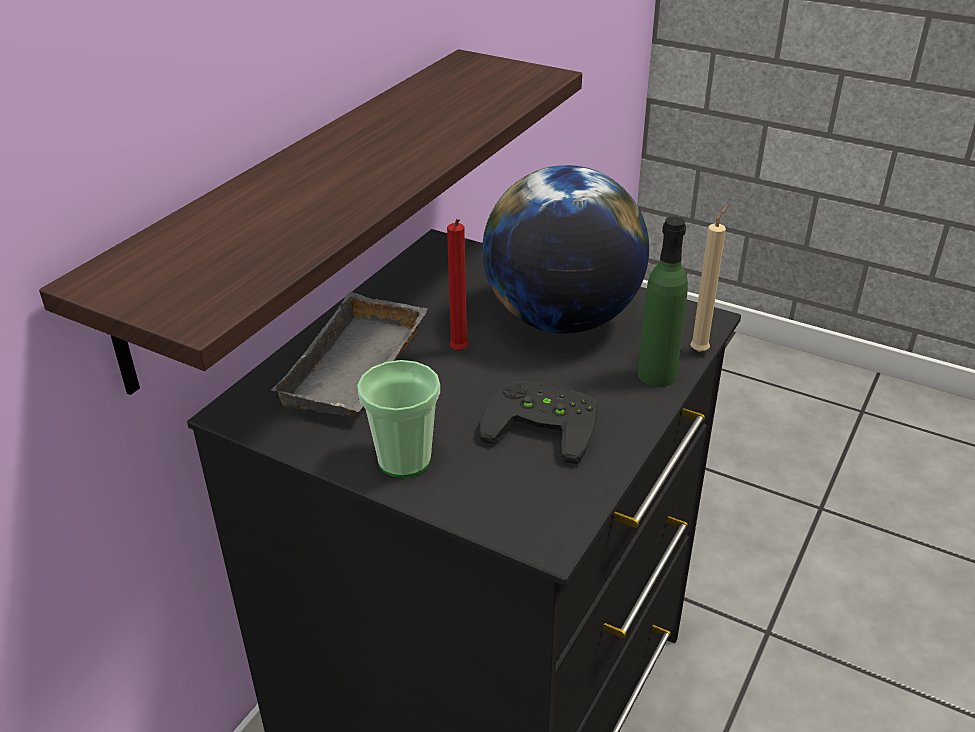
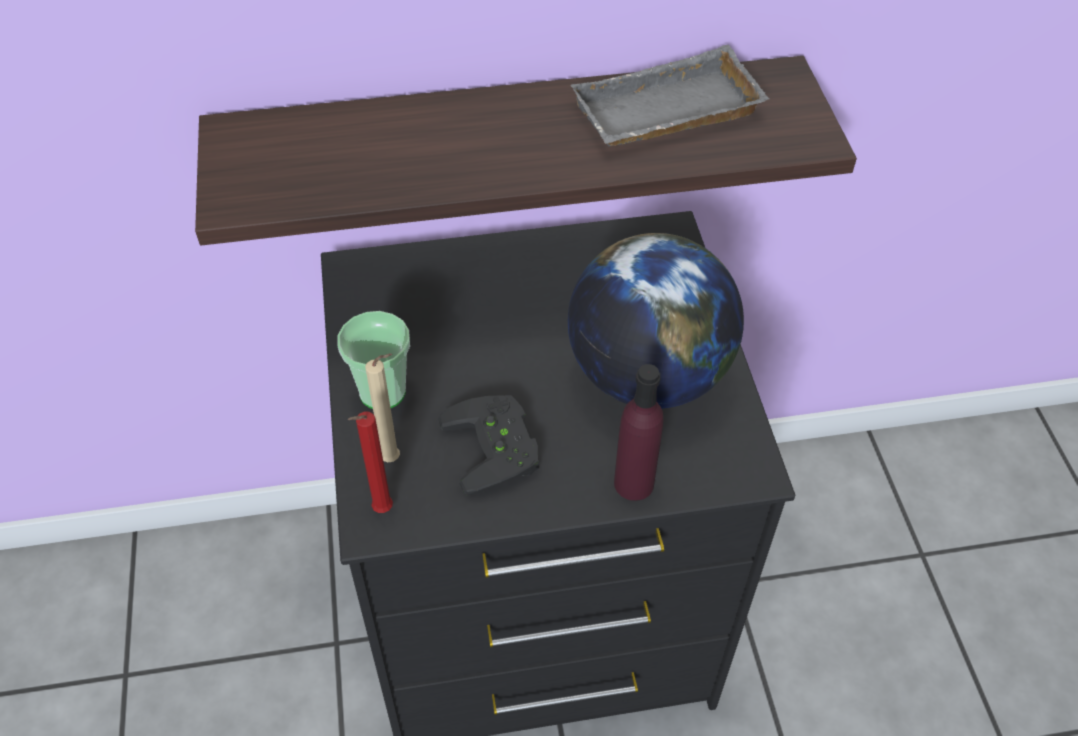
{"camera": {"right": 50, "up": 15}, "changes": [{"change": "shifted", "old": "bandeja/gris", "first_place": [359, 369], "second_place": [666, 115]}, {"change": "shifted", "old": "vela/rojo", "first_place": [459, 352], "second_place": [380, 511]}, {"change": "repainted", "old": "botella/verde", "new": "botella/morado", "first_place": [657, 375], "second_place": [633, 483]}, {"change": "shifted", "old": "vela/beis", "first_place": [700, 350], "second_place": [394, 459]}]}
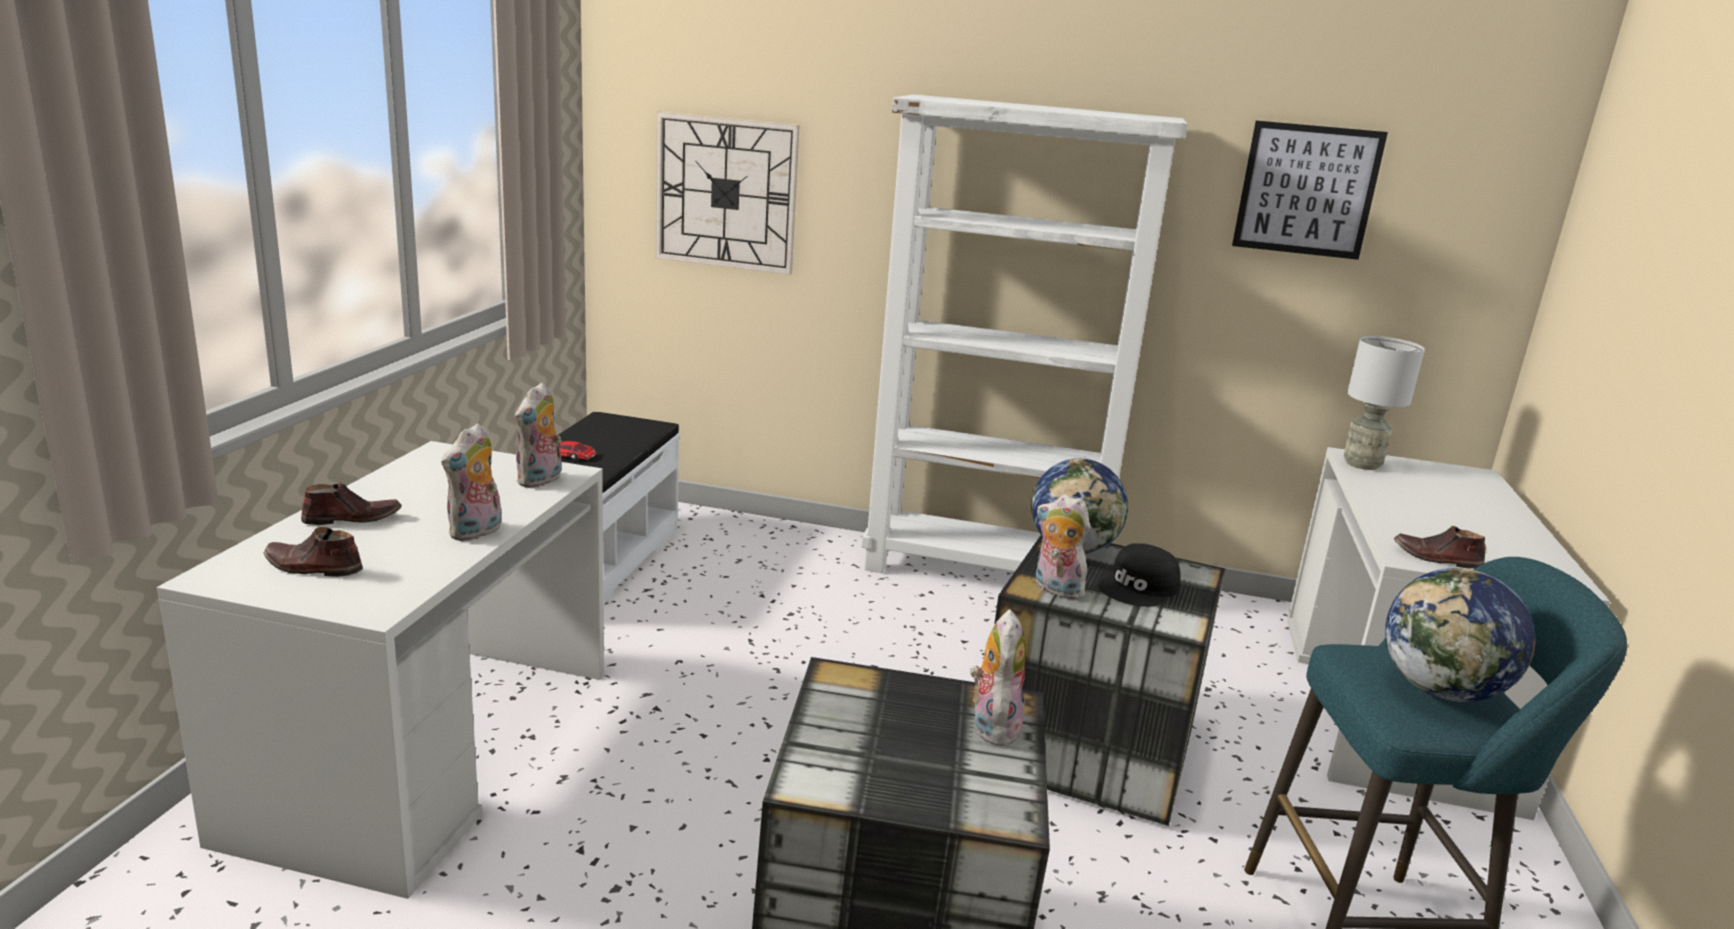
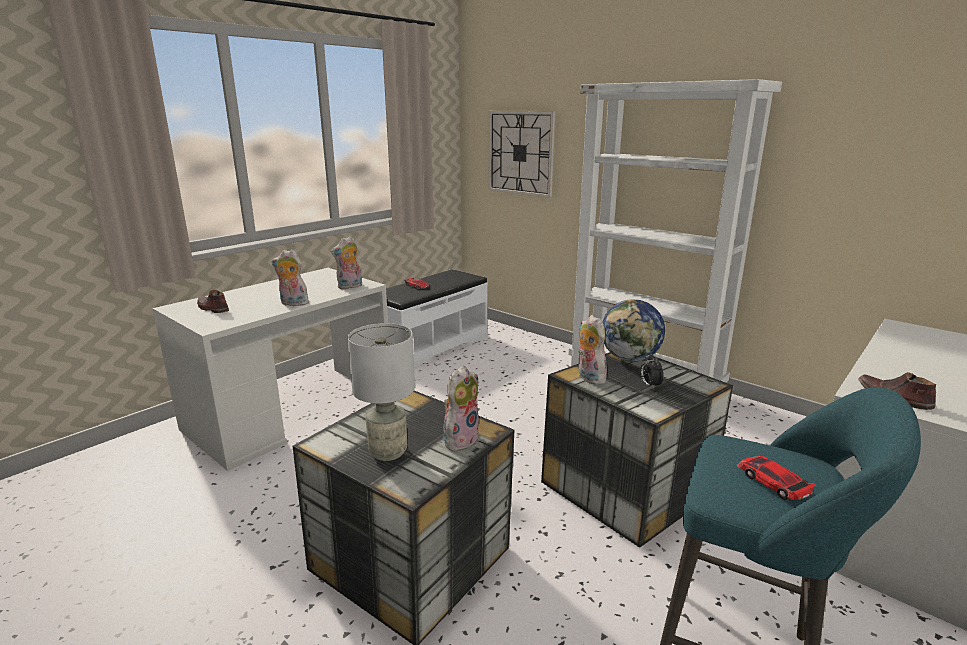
{"camera": {"right": 30, "up": 0}, "changes": [{"change": "gone", "old": "zapato/marrón", "first_place": [352, 518]}, {"change": "rotated", "old": "peluche", "first_place": [476, 532], "second_place": [292, 304], "degrees": 45}, {"change": "swapped", "old": "gorra/negro", "new": "despertador", "first_place": [1140, 588], "second_place": [649, 385]}, {"change": "gone", "old": "cuadro", "first_place": [1307, 190]}, {"change": "shifted", "old": "lámpara de mesa/gris", "first_place": [1362, 464], "second_place": [389, 452]}, {"change": "swapped", "old": "globo terráqueo", "new": "coche de juguete", "first_place": [1442, 691], "second_place": [772, 482]}]}
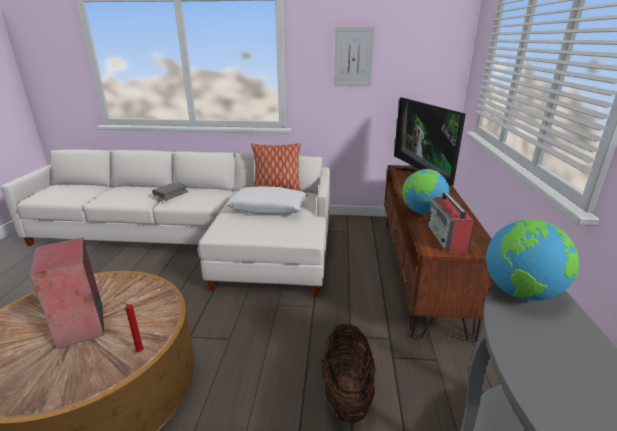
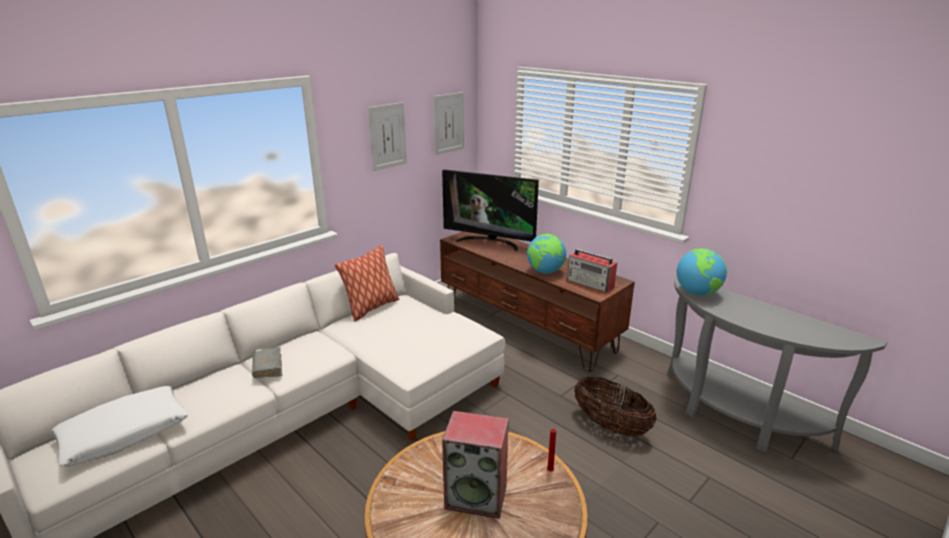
{"camera": {"right": -50, "up": 0}, "changes": [{"change": "shifted", "old": "cojín/blanco", "first_place": [268, 208], "second_place": [124, 434]}, {"change": "new", "new": "cuadro", "second_place": [449, 123]}]}
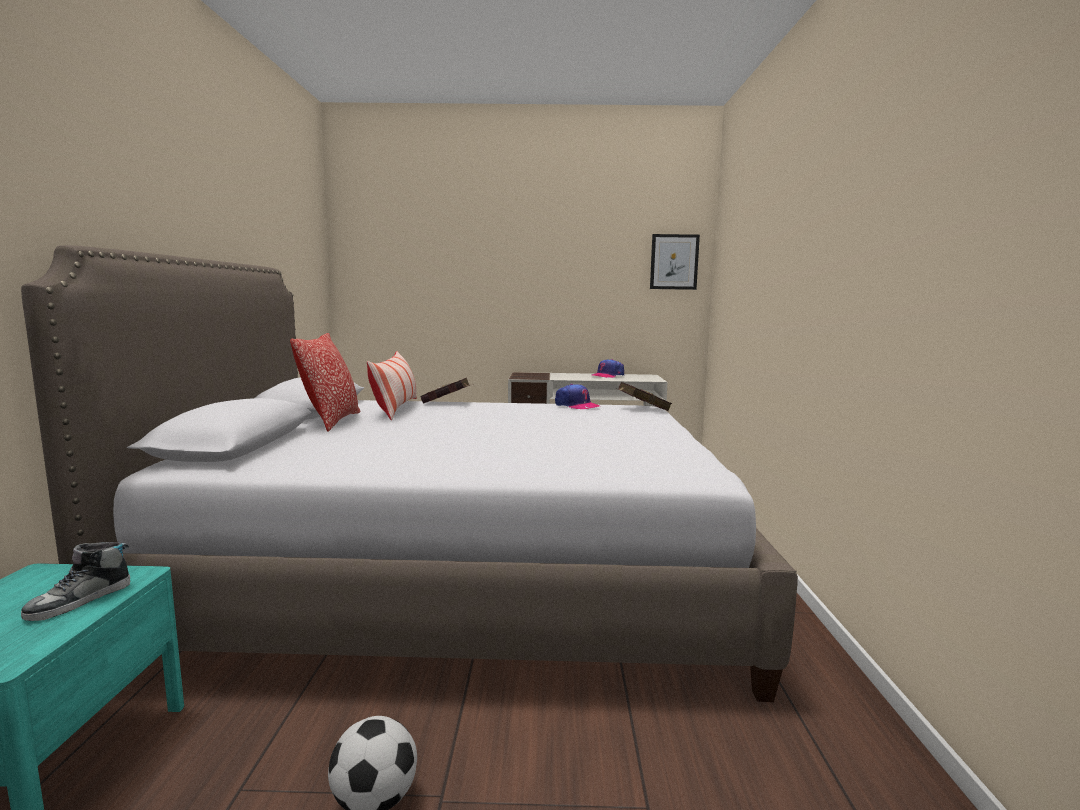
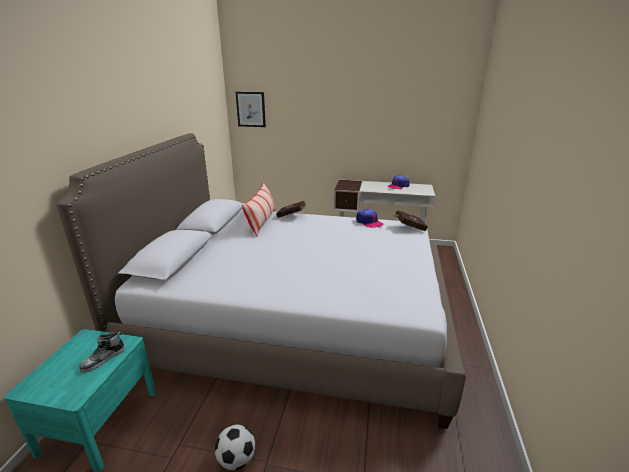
{"camera": {"right": 10, "up": 15}, "changes": [{"change": "gone", "old": "cojín", "first_place": [331, 421]}, {"change": "shifted", "old": "cuadro", "first_place": [674, 262], "second_place": [251, 109]}]}
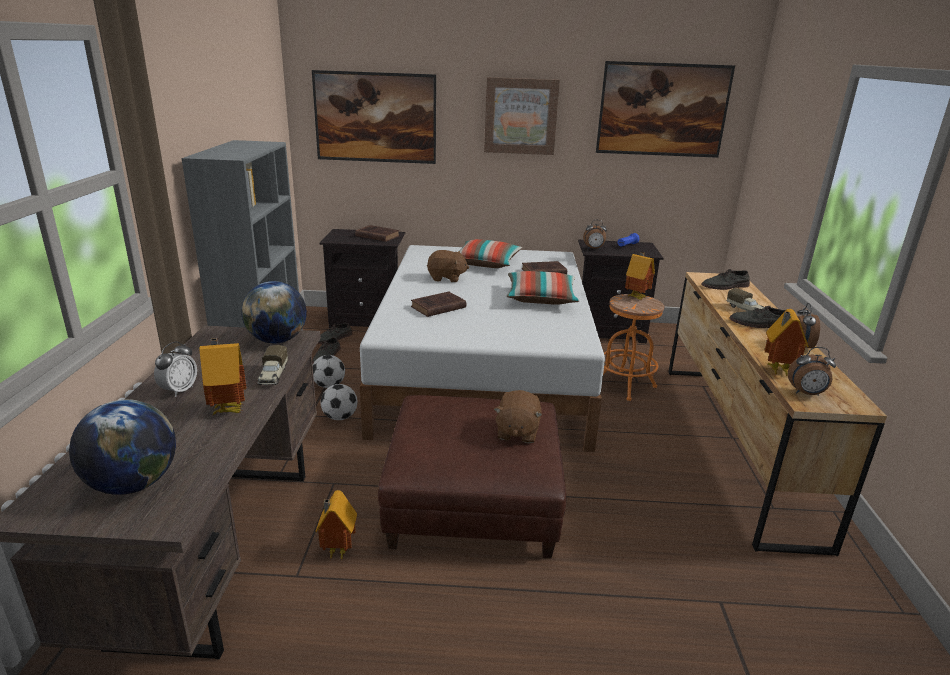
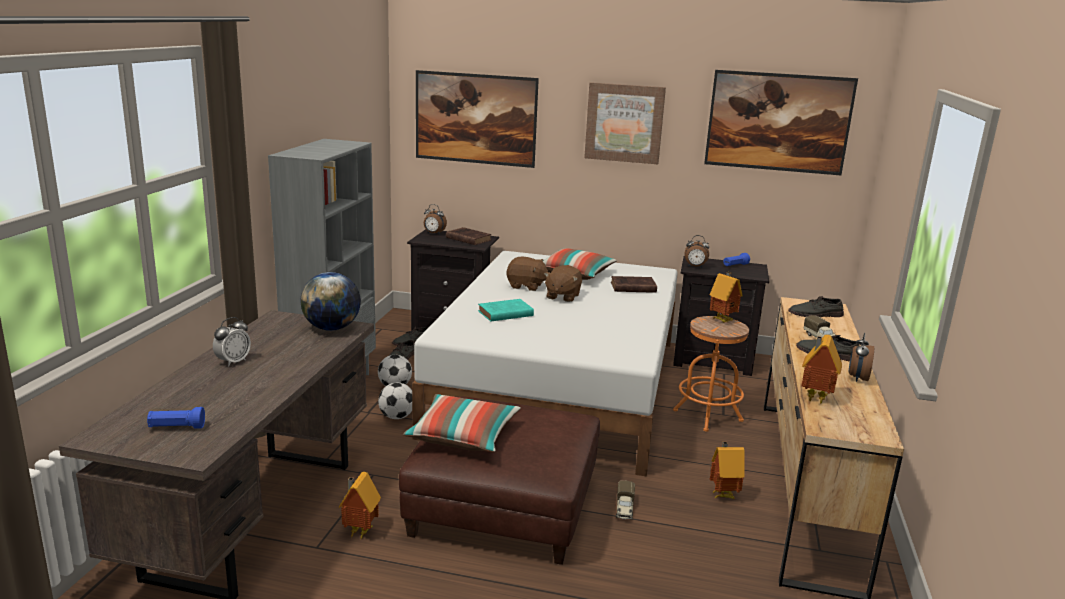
{"camera": {"right": 10, "up": -5}, "changes": [{"change": "swapped", "old": "globo terráqueo", "new": "linterna/azul", "first_place": [132, 484], "second_place": [176, 427]}, {"change": "shifted", "old": "casita", "first_place": [228, 409], "second_place": [722, 495]}, {"change": "shifted", "old": "camión de juguete", "first_place": [273, 376], "second_place": [624, 509]}, {"change": "repainted", "old": "libro/marrón", "new": "libro/turquesa", "first_place": [437, 307], "second_place": [504, 314]}, {"change": "shifted", "old": "peluche/marrón", "first_place": [517, 432], "second_place": [562, 296]}, {"change": "shifted", "old": "cojín", "first_place": [541, 298], "second_place": [463, 436]}, {"change": "shifted", "old": "despertador", "first_place": [806, 393], "second_place": [434, 233]}]}
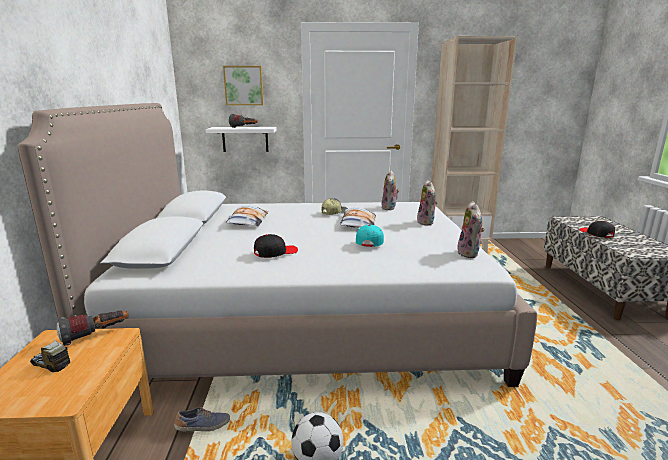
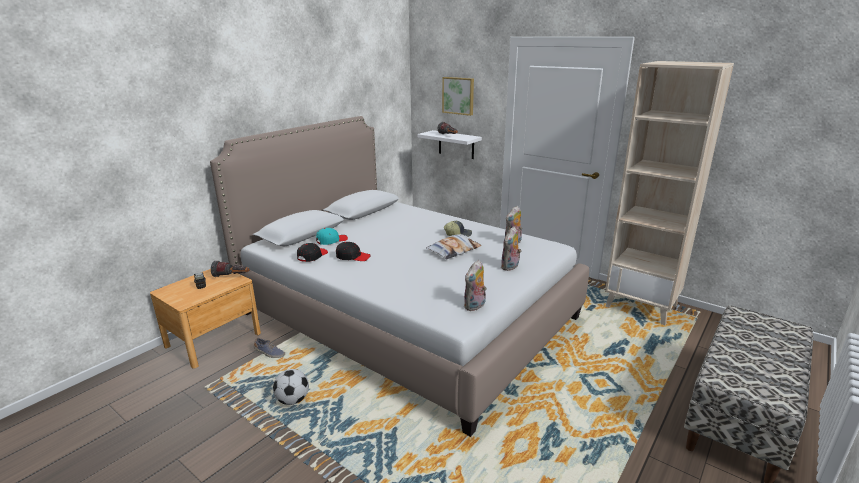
{"camera": {"right": 40, "up": 5}, "changes": [{"change": "gone", "old": "cojín", "first_place": [248, 221]}, {"change": "shifted", "old": "gorra/turquesa", "first_place": [370, 241], "second_place": [331, 240]}, {"change": "shifted", "old": "gorra/negro", "first_place": [596, 234], "second_place": [312, 256]}]}
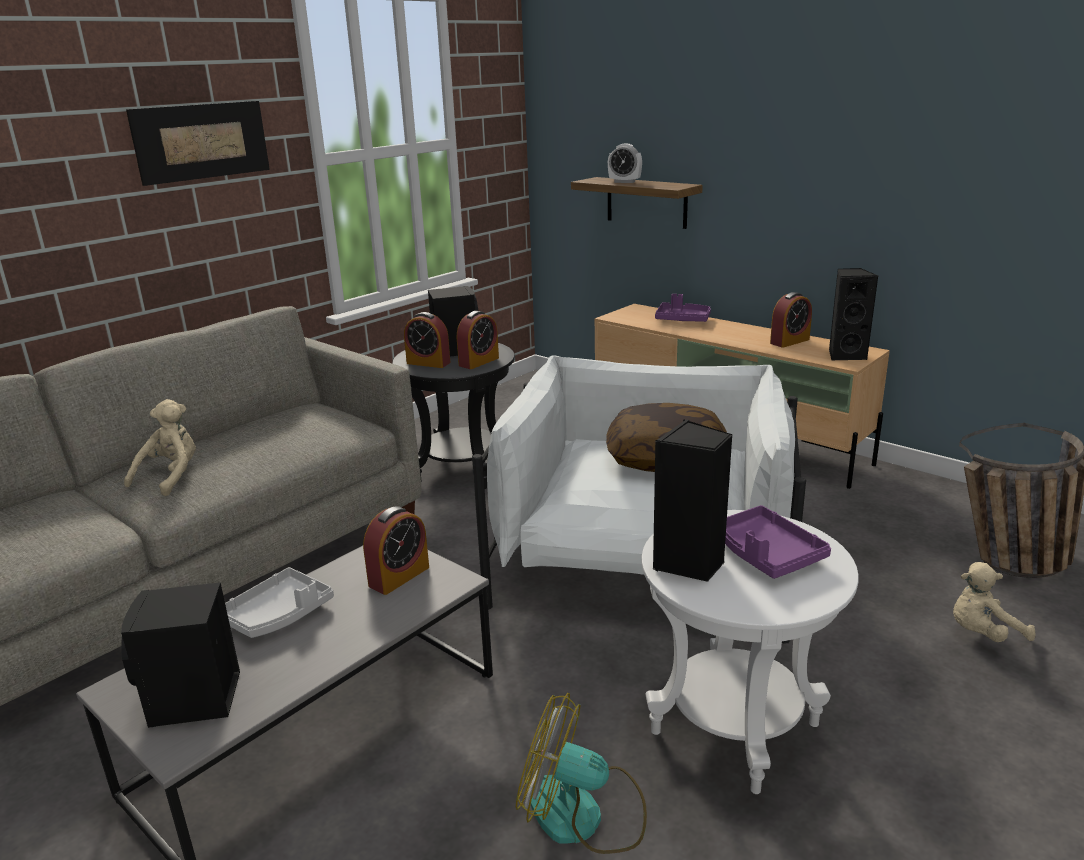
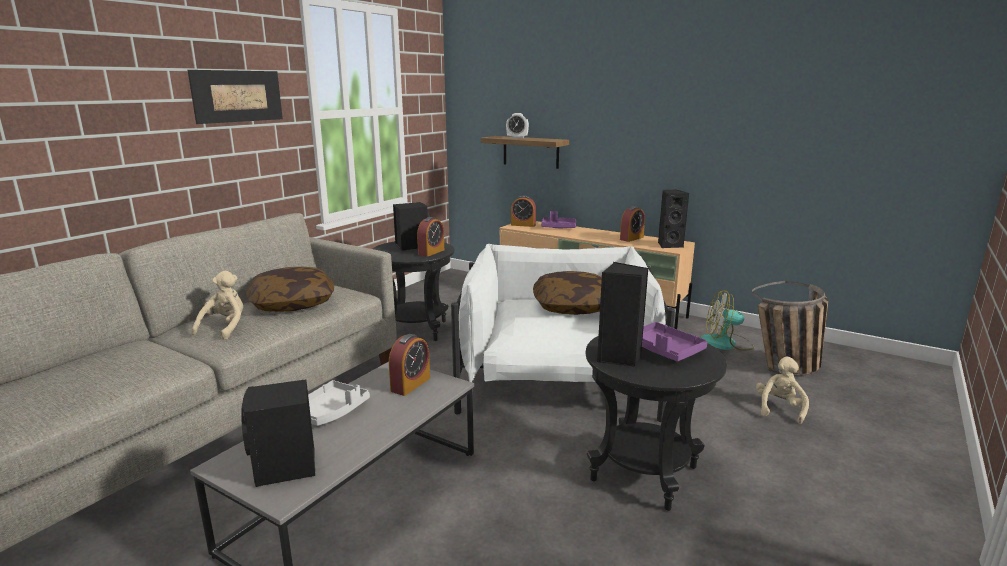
{"camera": {"right": -10, "up": -5}, "changes": [{"change": "shifted", "old": "despertador", "first_place": [428, 363], "second_place": [523, 225]}, {"change": "shifted", "old": "ventilador", "first_place": [583, 815], "second_place": [726, 343]}, {"change": "repainted", "old": "mesa auxiliar/blanco", "new": "mesa auxiliar/negro", "first_place": [735, 729], "second_place": [644, 474]}, {"change": "rotated", "old": "peluche/beis", "first_place": [982, 633], "second_place": [779, 409], "degrees": 135}, {"change": "new", "new": "cojín", "second_place": [292, 303]}]}
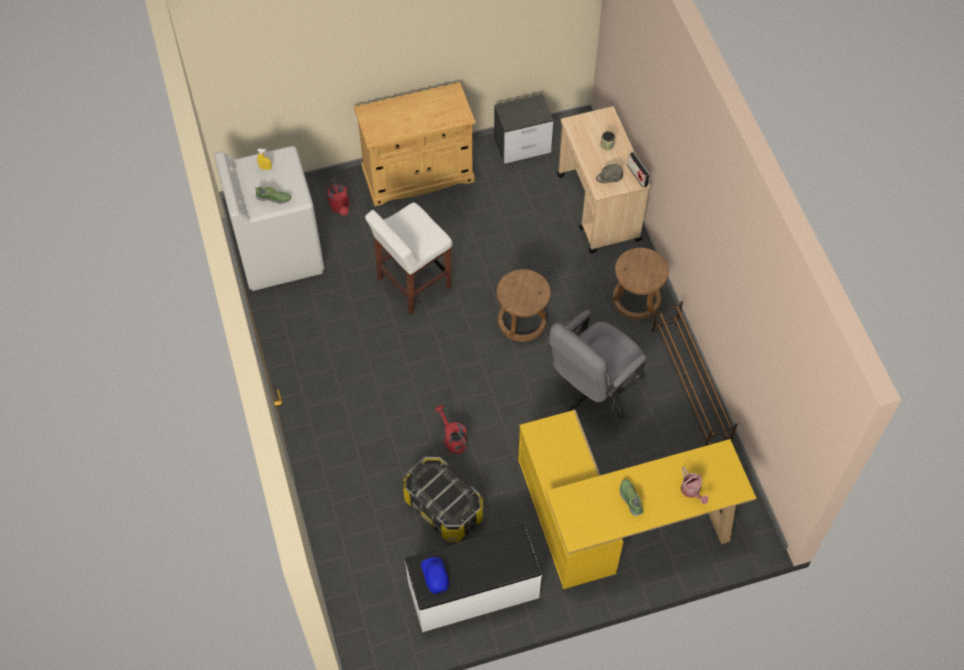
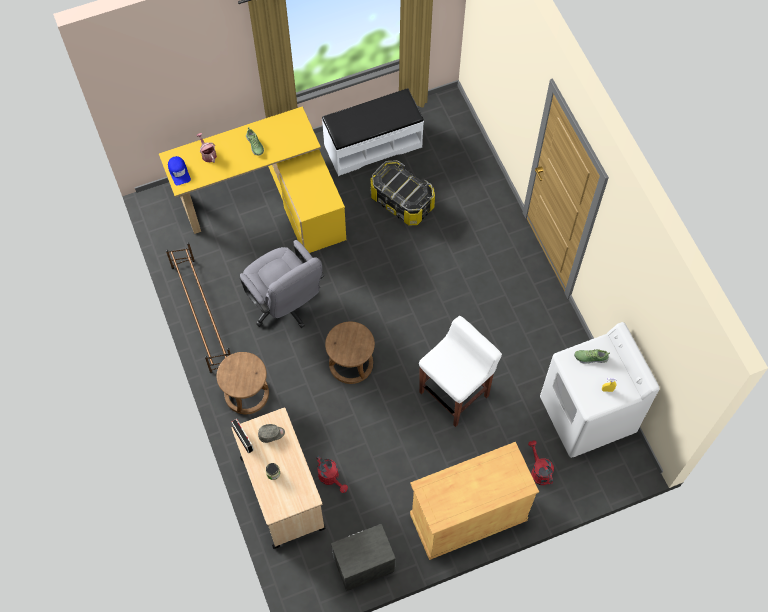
{"camera": {"right": 175, "up": 5}, "changes": [{"change": "shifted", "old": "gorra/azul", "first_place": [435, 576], "second_place": [179, 172]}, {"change": "shifted", "old": "regadera/rojo", "first_place": [452, 439], "second_place": [331, 478]}, {"change": "rotated", "old": "silla de oficina/gris", "first_place": [593, 390], "second_place": [285, 305], "degrees": 105}]}
